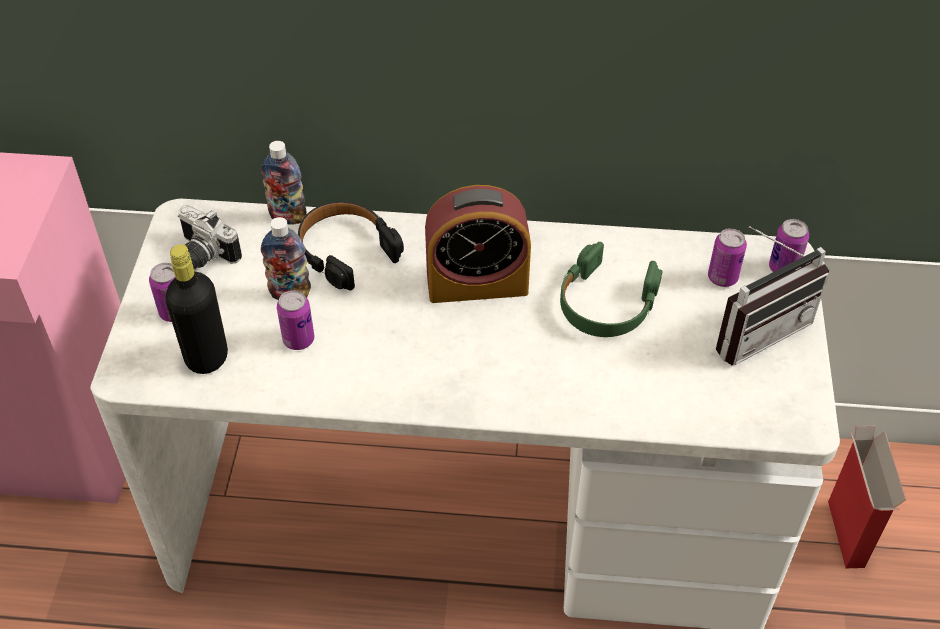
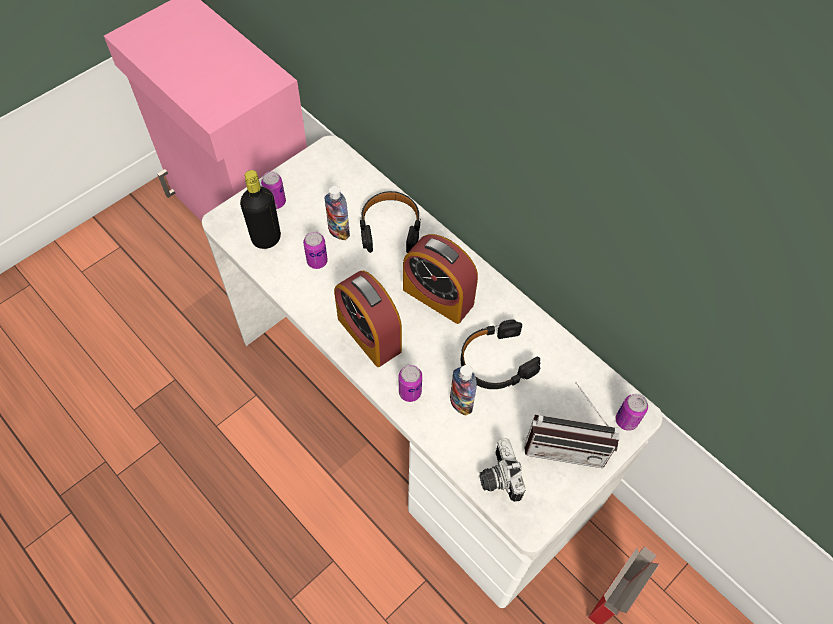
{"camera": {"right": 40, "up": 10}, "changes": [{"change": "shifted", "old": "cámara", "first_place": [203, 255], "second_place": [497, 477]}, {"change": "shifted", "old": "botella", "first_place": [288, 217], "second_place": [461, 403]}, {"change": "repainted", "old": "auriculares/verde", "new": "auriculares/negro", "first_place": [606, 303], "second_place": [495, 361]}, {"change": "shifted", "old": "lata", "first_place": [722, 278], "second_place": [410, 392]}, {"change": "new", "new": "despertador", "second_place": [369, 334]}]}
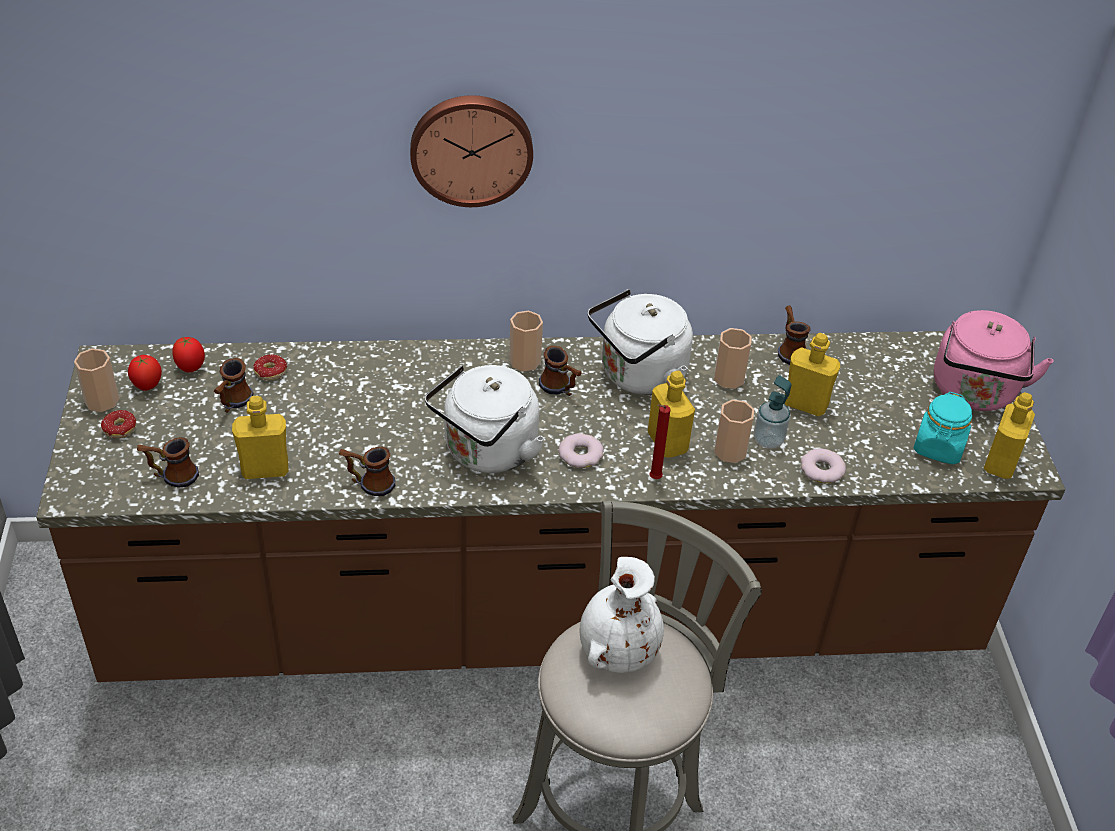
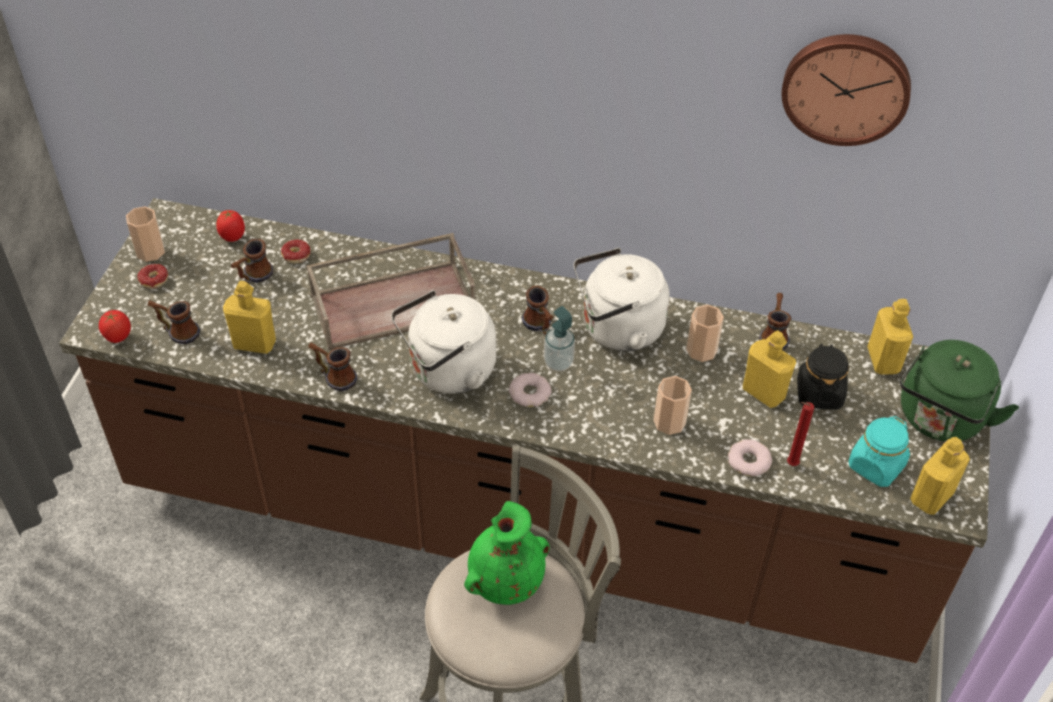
{"camera": {"right": 20, "up": 5}, "changes": [{"change": "shifted", "old": "tomate", "first_place": [147, 386], "second_place": [118, 338]}, {"change": "shifted", "old": "reloj de pared", "first_place": [471, 148], "second_place": [846, 87]}, {"change": "gone", "old": "taza", "first_place": [525, 361]}, {"change": "repainted", "old": "florero/blanco", "new": "florero/verde", "first_place": [617, 651], "second_place": [505, 581]}, {"change": "shifted", "old": "botella/amarillo", "first_place": [667, 443], "second_place": [883, 360]}, {"change": "shifted", "old": "vela/rojo", "first_place": [653, 479], "second_place": [790, 464]}, {"change": "shifted", "old": "dispensador de jabón", "first_place": [768, 440], "second_place": [558, 362]}, {"change": "repainted", "old": "hervidor/rosa", "new": "hervidor/verde", "first_place": [974, 393], "second_place": [939, 420]}, {"change": "new", "new": "bandeja/marrón", "second_place": [394, 303]}, {"change": "new", "new": "tarro/negro", "second_place": [819, 393]}]}
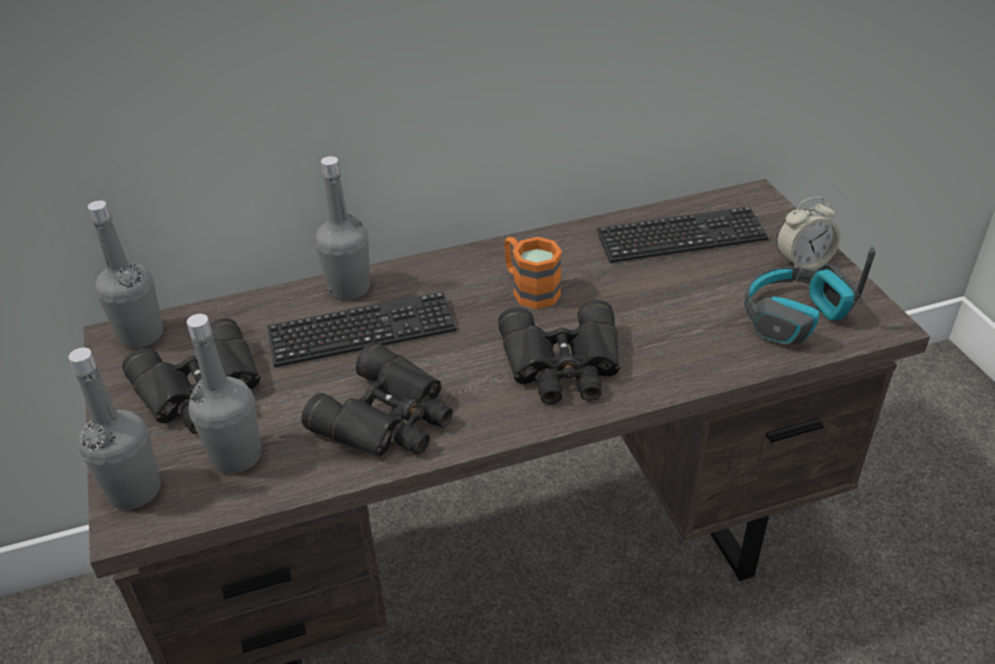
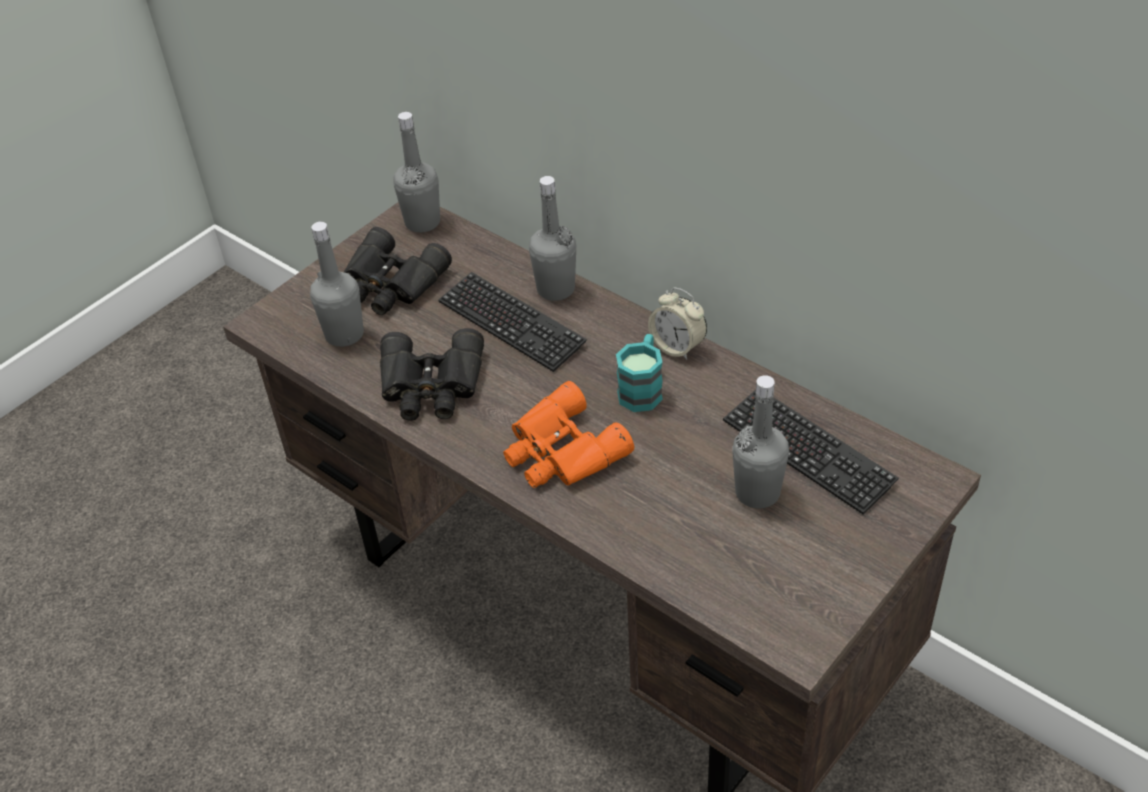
{"camera": {"right": 60, "up": 5}, "changes": [{"change": "shifted", "old": "botella/gris", "first_place": [134, 491], "second_place": [757, 492]}, {"change": "repainted", "old": "prismáticos/negro", "new": "prismáticos/naranja", "first_place": [563, 366], "second_place": [561, 452]}, {"change": "repainted", "old": "taza grande/naranja", "new": "taza grande/turquesa", "first_place": [529, 289], "second_place": [642, 388]}, {"change": "gone", "old": "auriculares", "first_place": [794, 317]}, {"change": "shifted", "old": "despertador", "first_place": [802, 263], "second_place": [677, 347]}]}
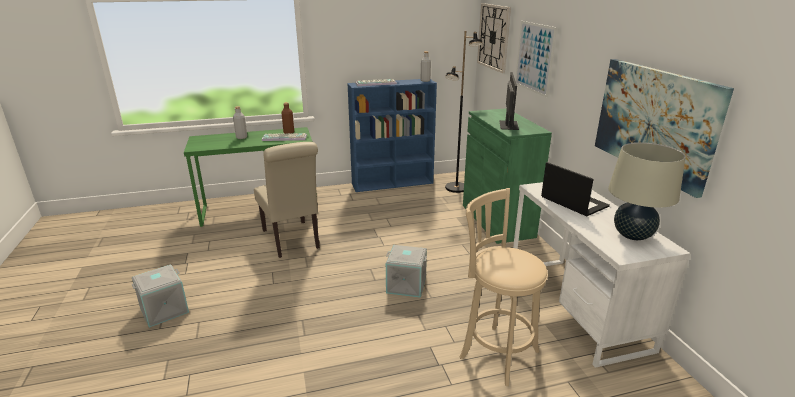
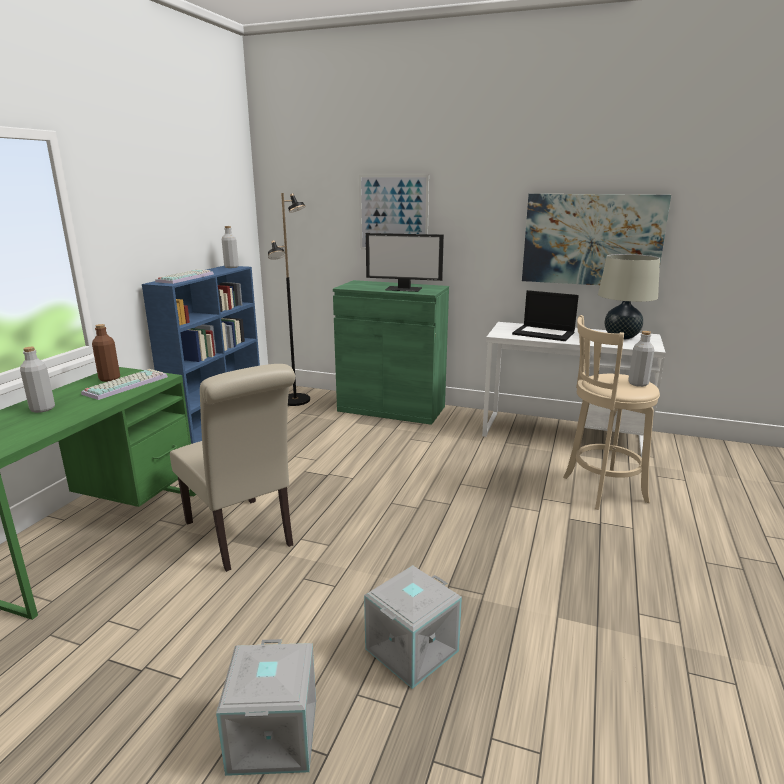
{"camera": {"right": -55, "up": -5}, "changes": [{"change": "rotated", "old": "silla/beis", "first_place": [292, 240], "second_place": [242, 536], "degrees": 45}, {"change": "shifted", "old": "caja de almacenaje/gris", "first_place": [406, 284], "second_place": [411, 648]}, {"change": "gone", "old": "reloj de pared", "first_place": [493, 37]}, {"change": "rotated", "old": "monitor", "first_place": [508, 125], "second_place": [404, 289], "degrees": 150}, {"change": "rotated", "old": "portátil", "first_place": [573, 202], "second_place": [544, 333], "degrees": -150}, {"change": "new", "new": "botella/gris", "second_place": [638, 384]}]}
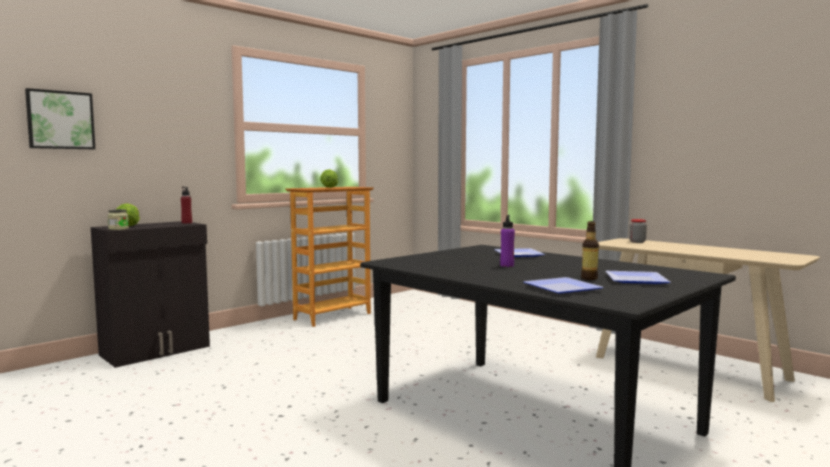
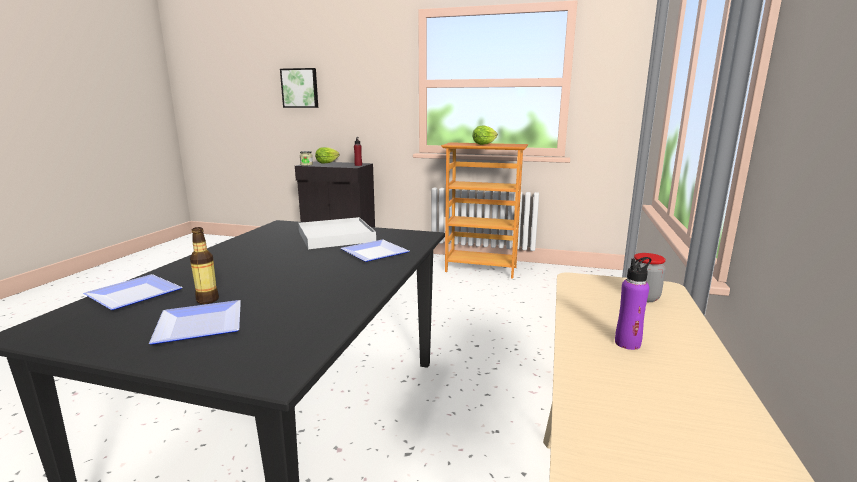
{"camera": {"right": 60, "up": 10}, "changes": [{"change": "shifted", "old": "botella/morado", "first_place": [507, 265], "second_place": [627, 343]}, {"change": "new", "new": "bandeja/blanco", "second_place": [336, 236]}]}
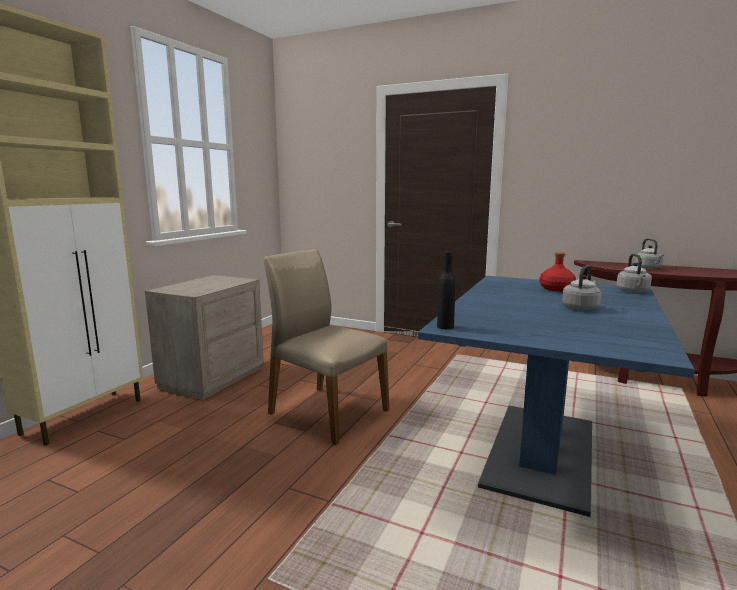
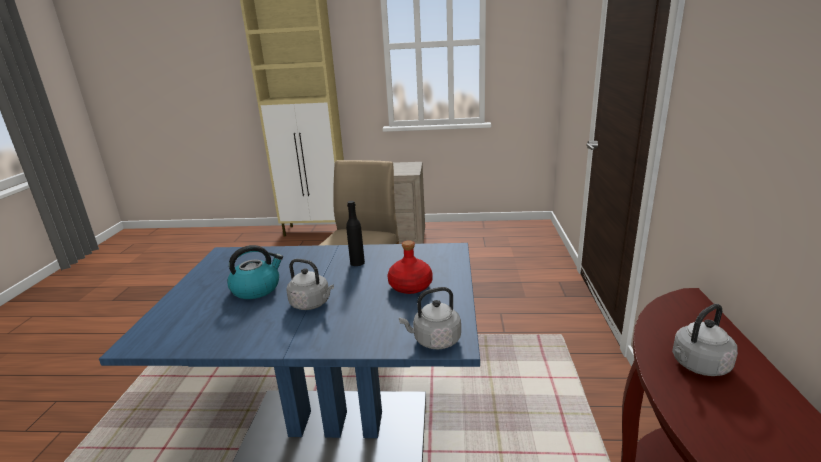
{"camera": {"right": 70, "up": 10}, "changes": [{"change": "shifted", "old": "botella/negro", "first_place": [445, 326], "second_place": [357, 262]}, {"change": "new", "new": "hervidor", "second_place": [257, 288]}]}
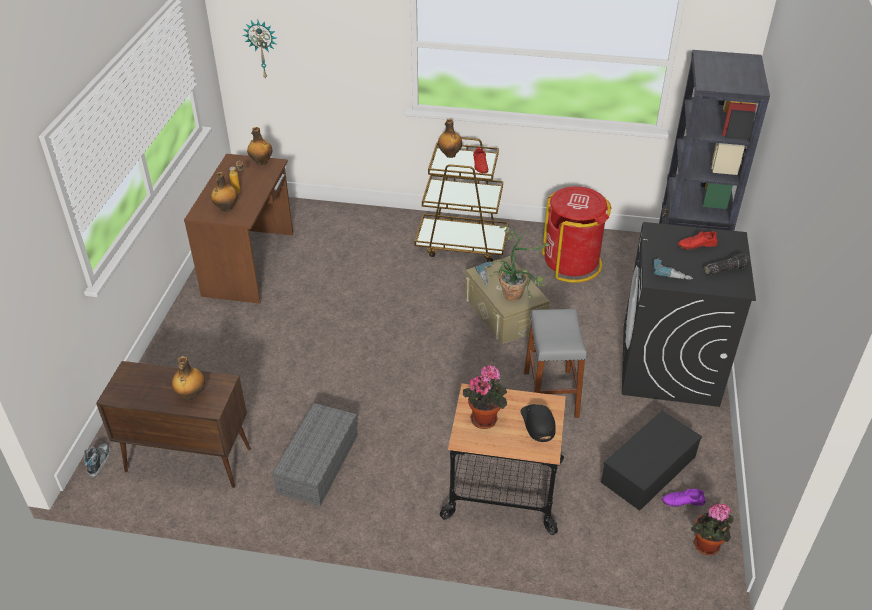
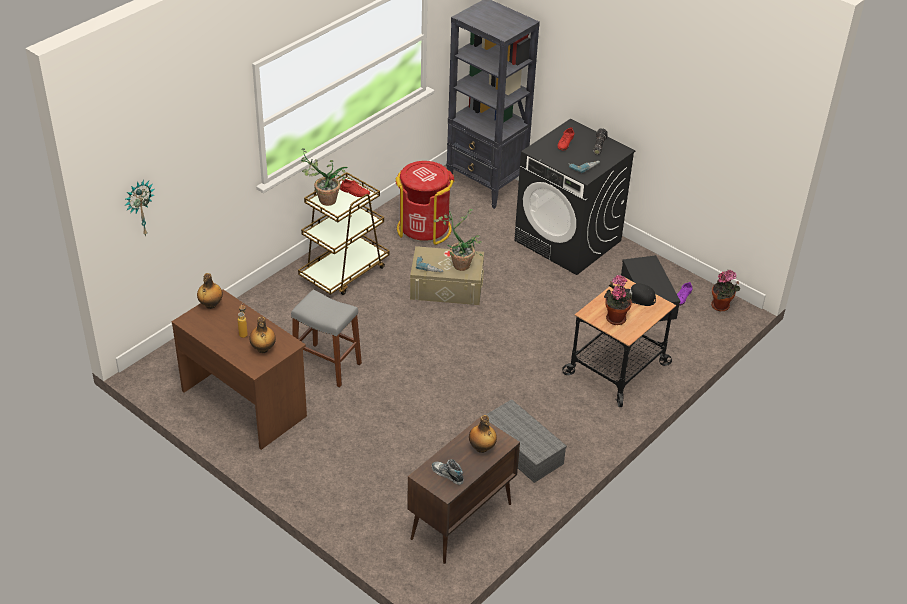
{"camera": {"right": -60, "up": 0}, "changes": [{"change": "shifted", "old": "zapato", "first_place": [99, 461], "second_place": [447, 475]}, {"change": "swapped", "old": "botella", "new": "planta en maceta", "first_place": [449, 154], "second_place": [323, 200]}, {"change": "shifted", "old": "taburete/gris", "first_place": [550, 394], "second_place": [327, 365]}]}
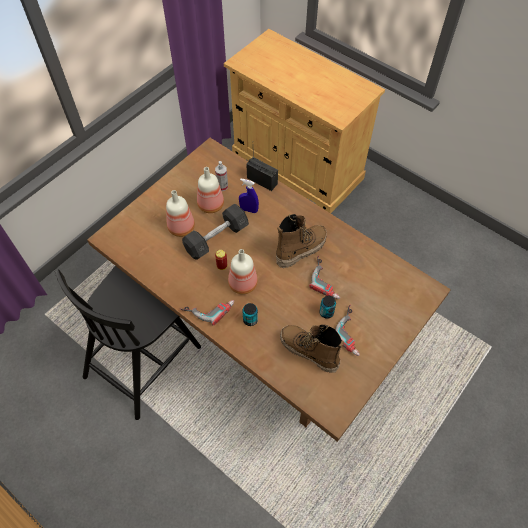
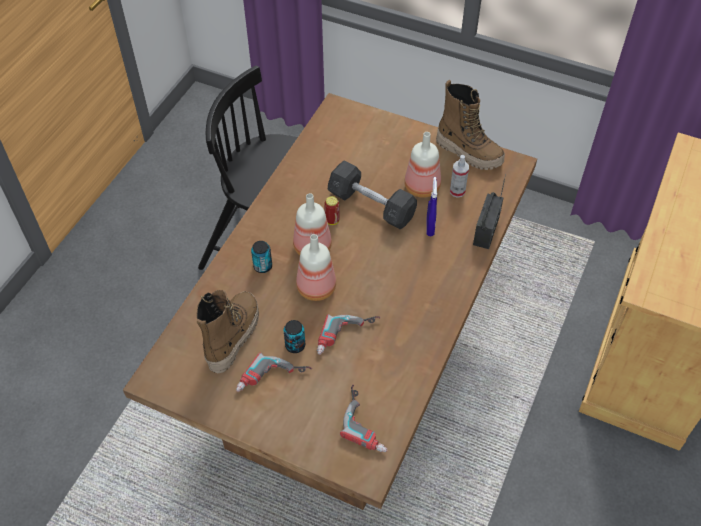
{"camera": {"right": 75, "up": -5}, "changes": [{"change": "shifted", "old": "botella", "first_place": [182, 227], "second_place": [317, 289]}, {"change": "shifted", "old": "taladro", "first_place": [208, 307], "second_place": [368, 421]}, {"change": "shifted", "old": "bota", "first_place": [300, 249], "second_place": [469, 152]}]}
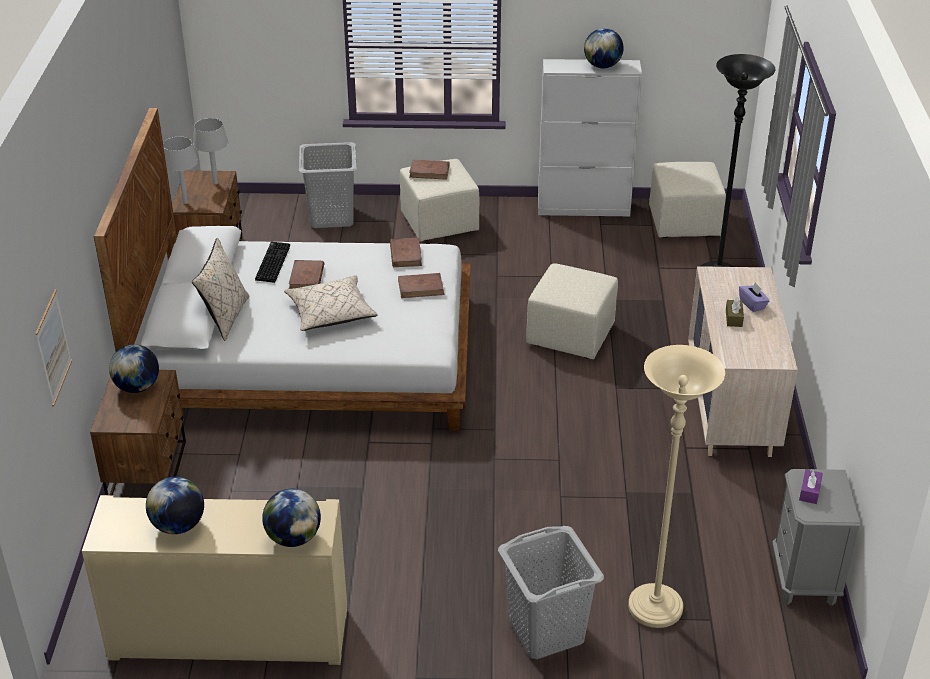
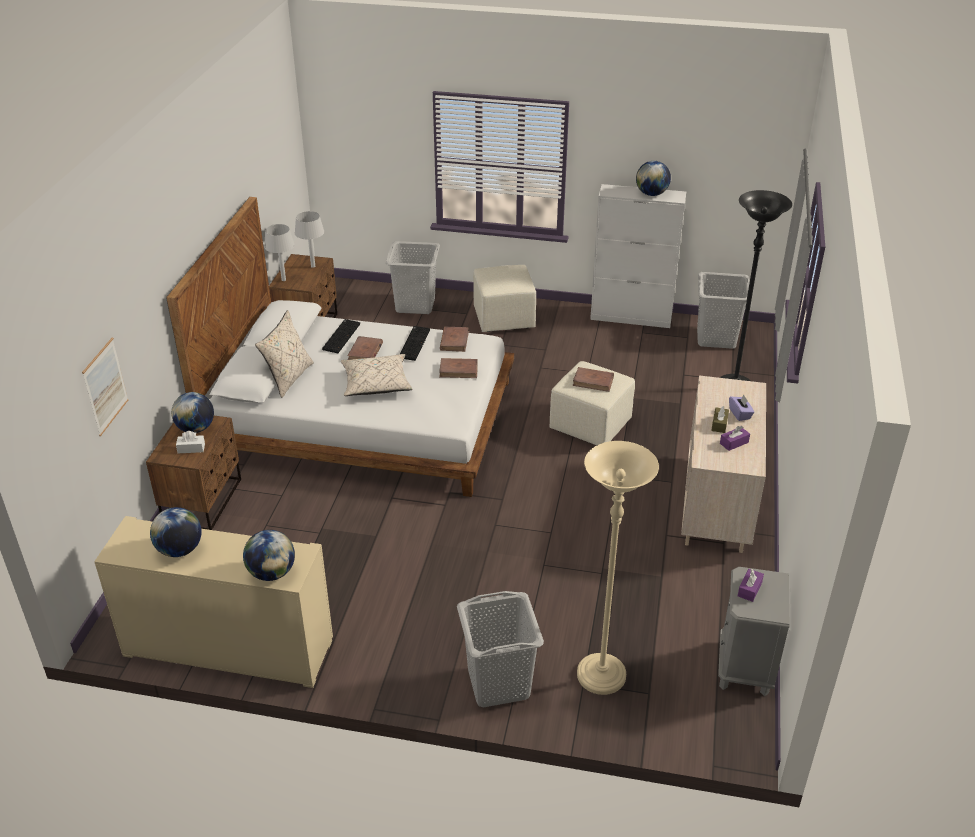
{"camera": {"right": 10, "up": 0}, "changes": [{"change": "shifted", "old": "libro/marrón", "first_place": [429, 172], "second_place": [593, 381]}, {"change": "swapped", "old": "puf/beis", "new": "cesto de la ropa/gris", "first_place": [683, 222], "second_place": [715, 338]}, {"change": "new", "new": "caja de pañuelos/blanco", "second_place": [191, 448]}, {"change": "new", "new": "teclado", "second_place": [413, 343]}, {"change": "new", "new": "caja de pañuelos/morado", "second_place": [734, 443]}]}
